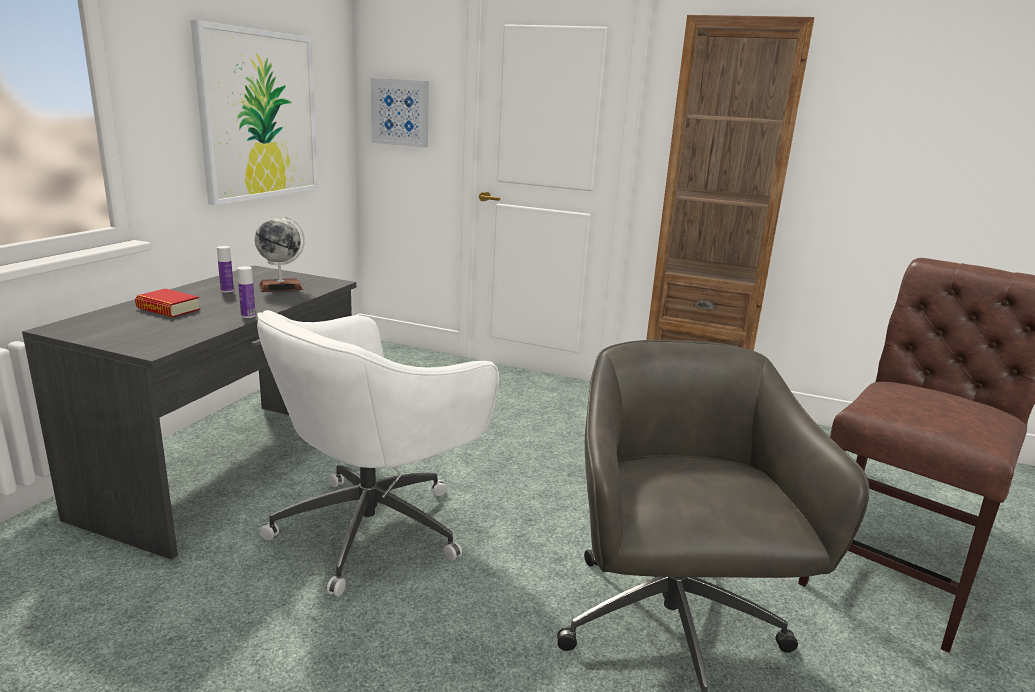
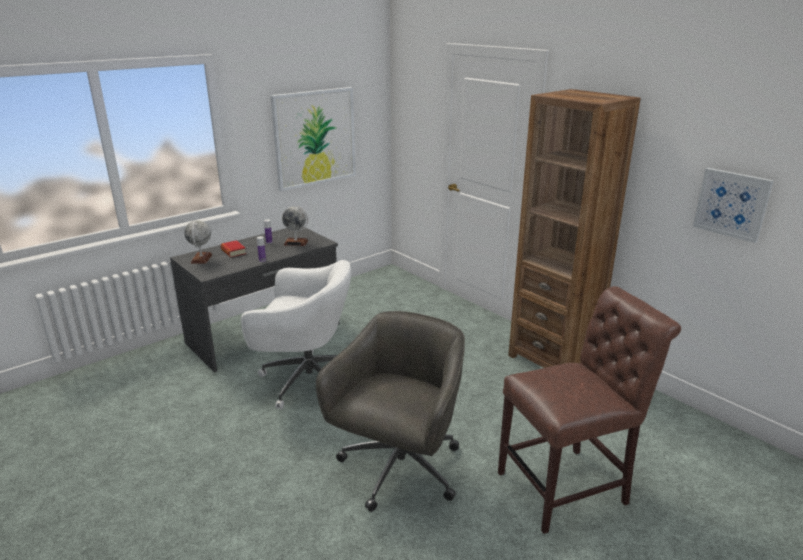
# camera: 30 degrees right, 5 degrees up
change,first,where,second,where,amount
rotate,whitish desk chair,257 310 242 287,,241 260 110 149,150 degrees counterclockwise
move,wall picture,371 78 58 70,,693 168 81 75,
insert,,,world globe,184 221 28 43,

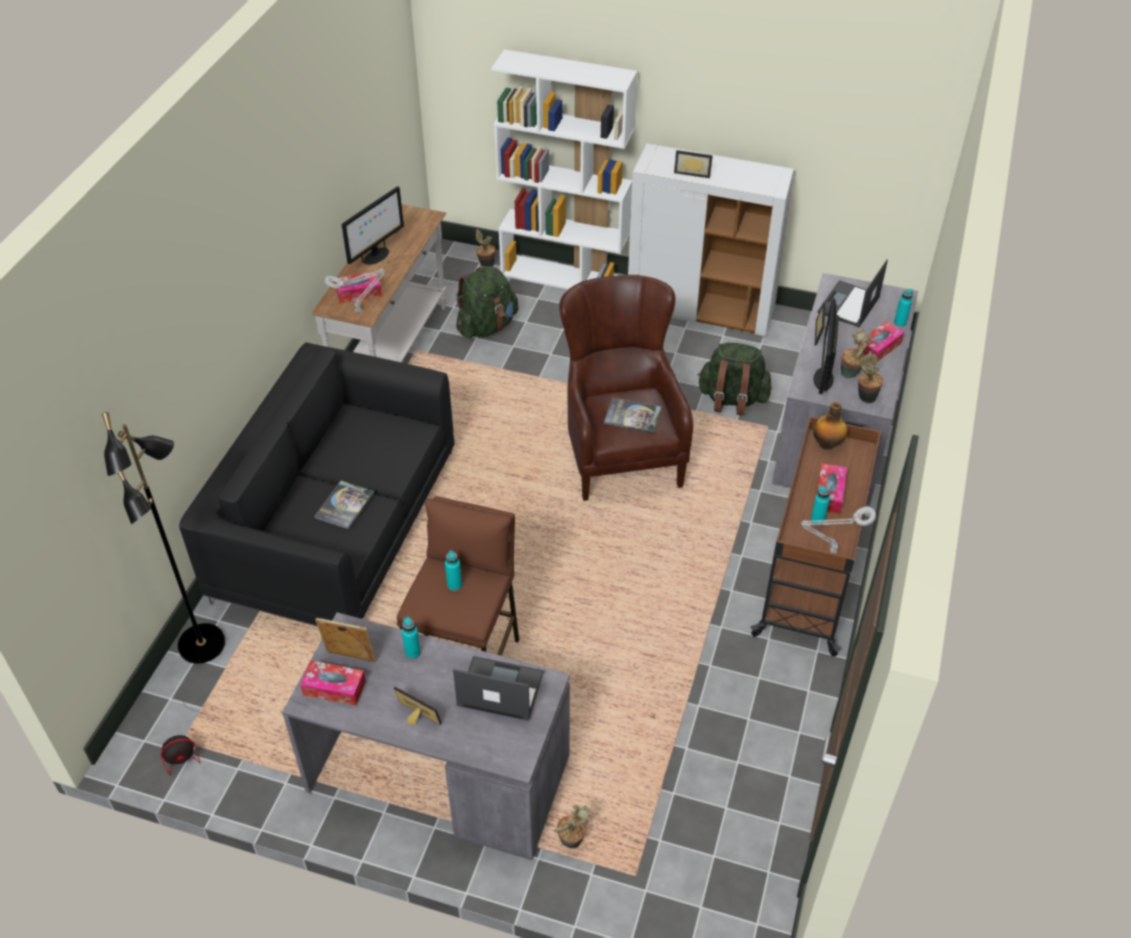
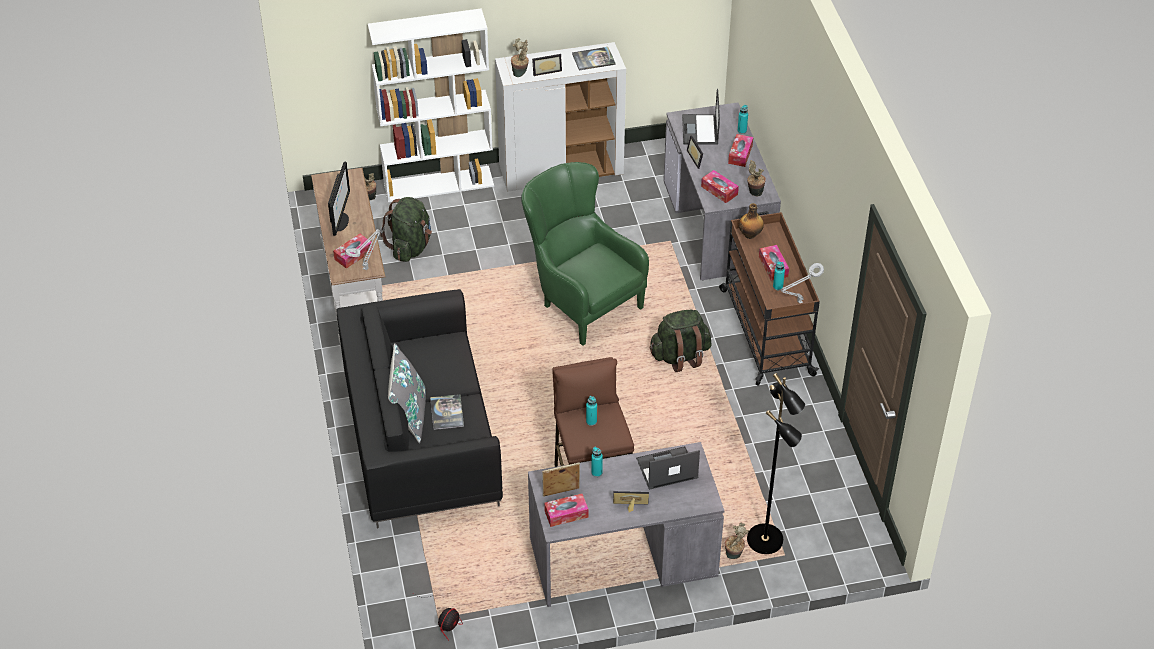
# camera: 30 degrees left, 0 degrees up
change,first,where,second,where,amount
move,blackish standing lamp,102 412 123 252,,747 373 58 181,
recolor,brown-coloured easy chair,559 275 134 226,green easy chair,521 162 128 184,
move,volume,604 398 57 36,,572 47 44 23,
move,green rucksack,697 343 75 73,,649 310 63 62,
replace,monitor,814 298 25 96,tissue box,701 170 38 33,
move,plant in a pot,841 328 31 50,,511 38 18 39,
insert,,,greyish cushion,388 343 38 100,

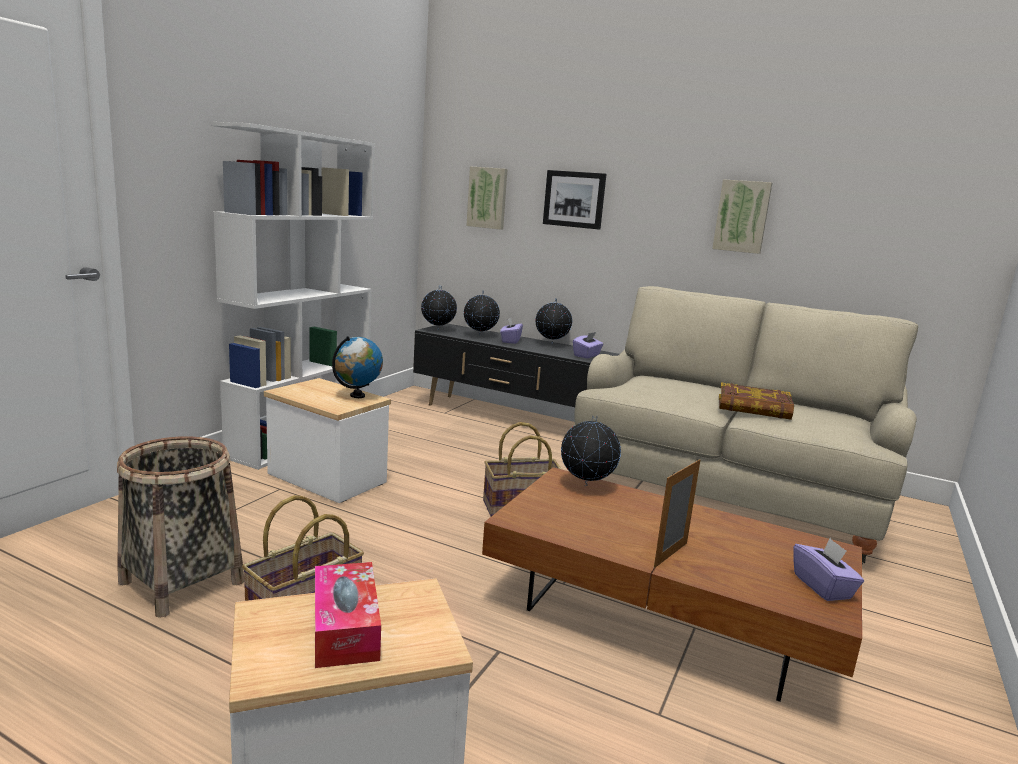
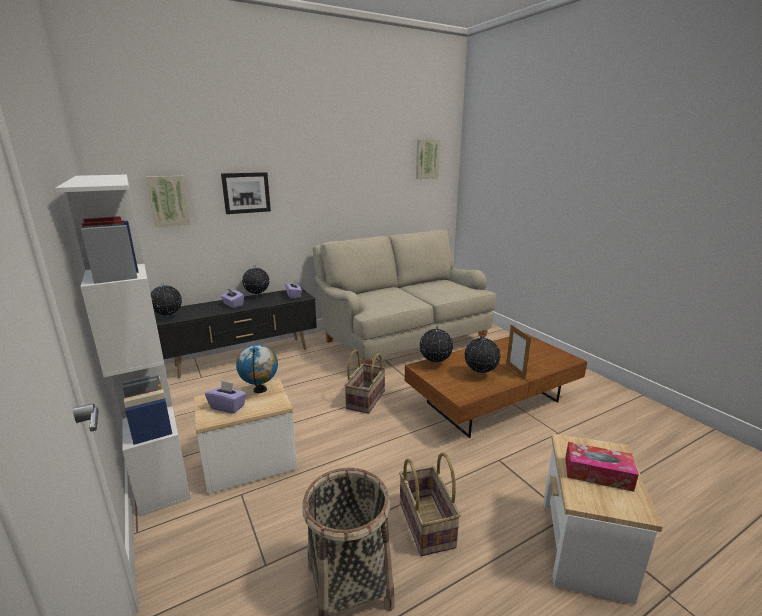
# camera: 55 degrees left, 5 degrees up
change,first,where,second,where,amount
move,world globe,464 291 36 45,,465 335 36 41,
move,wall picture,712 179 60 75,,416 140 24 39,
delete,volume,719 382 75 38,,,
move,purplish tissue box,793 538 71 63,,205 381 42 33,

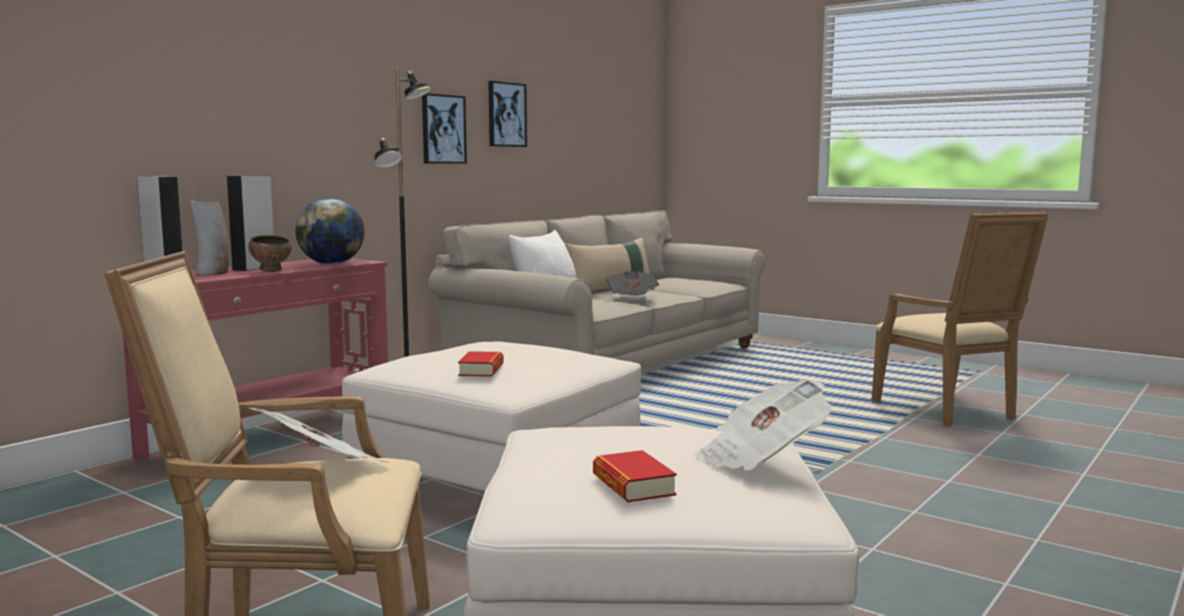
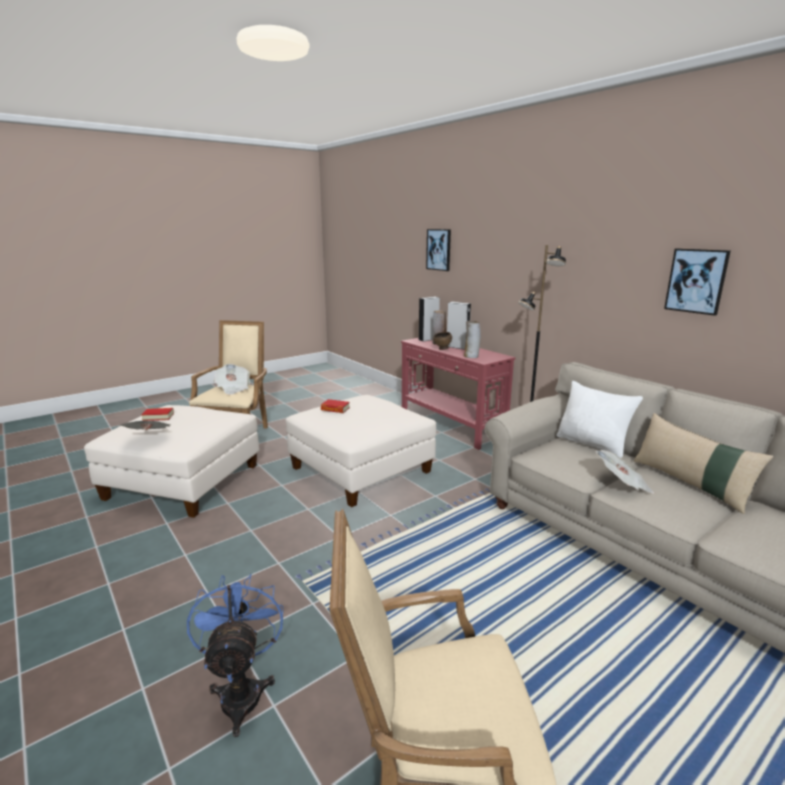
# camera: 105 degrees right, 10 degrees up
change,first,where,second,where,amount
replace,world globe,296 198 69 66,vase,464 321 17 37,
move,wall picture,422 93 45 71,,426 229 25 42,
insert,,,blue electric fan,187 574 96 163,

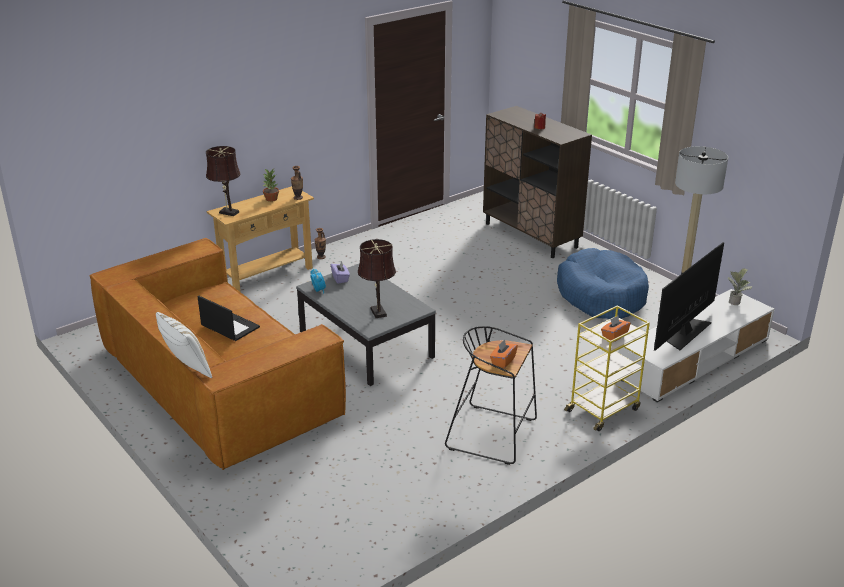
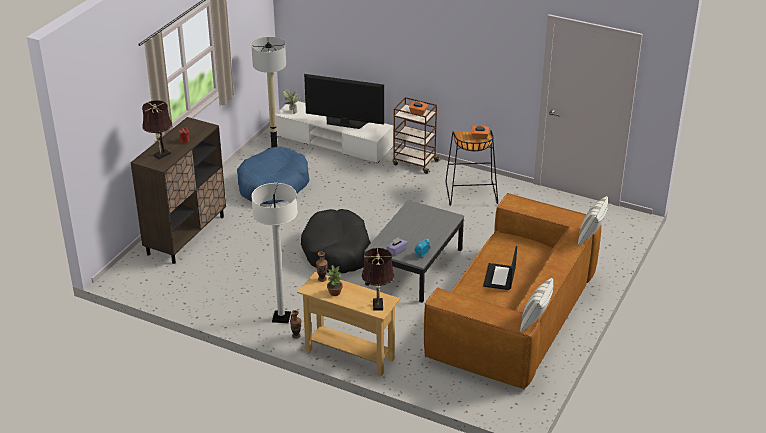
# camera: 115 degrees left, 5 degrees up
change,first,where,second,where,amount
move,brown-coloured table lamp,358 239 38 79,,142 100 30 59,
recolor,yellow trolley,564 305 86 126,brown-coloured trolley,392 97 49 77,
insert,,,whitish standing lamp,251 183 47 140,
insert,,,blackish dog cushion,301 209 70 64,
insert,,,whitish cushion,520 278 33 55,

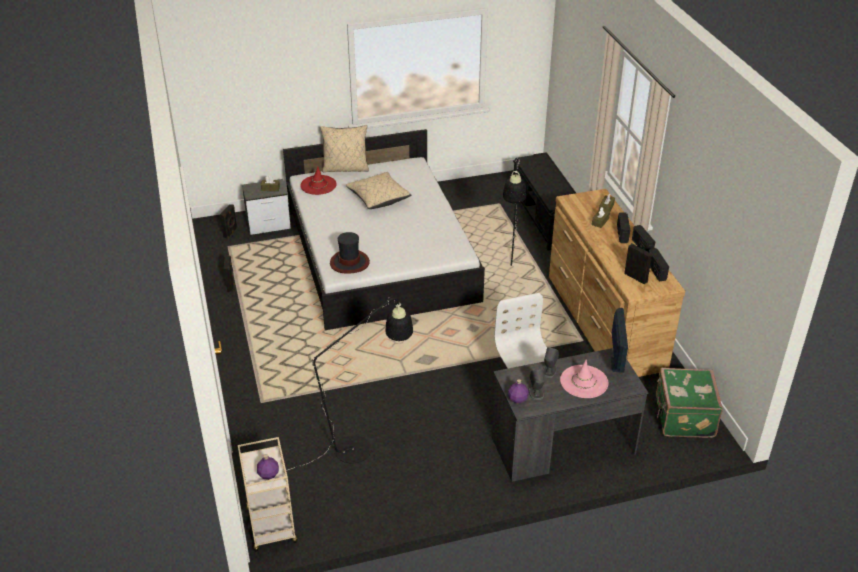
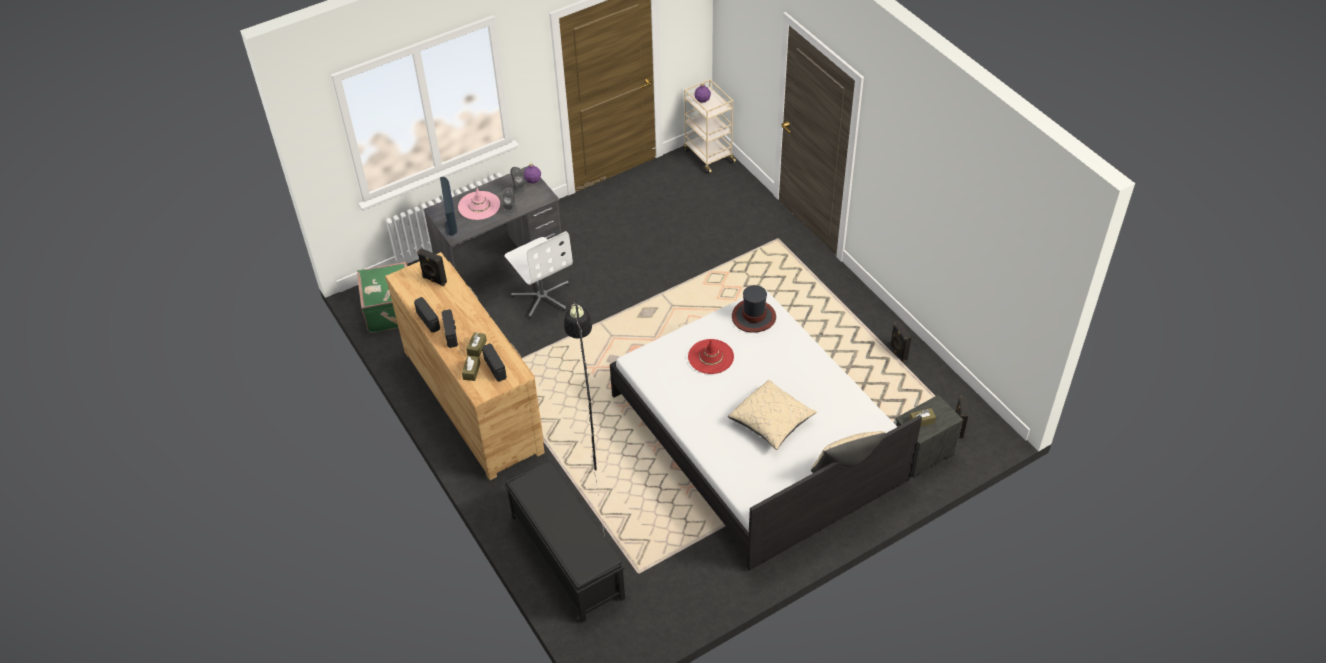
# camera: 165 degrees right, 10 degrees up
change,first,where,second,where,amount
delete,blackish standing lamp,286 296 127 175,,,
move,red-coloured wearable hat,300 166 37 29,,688 339 46 35,
move,radio receiver,649 248 20 33,,482 343 25 39,

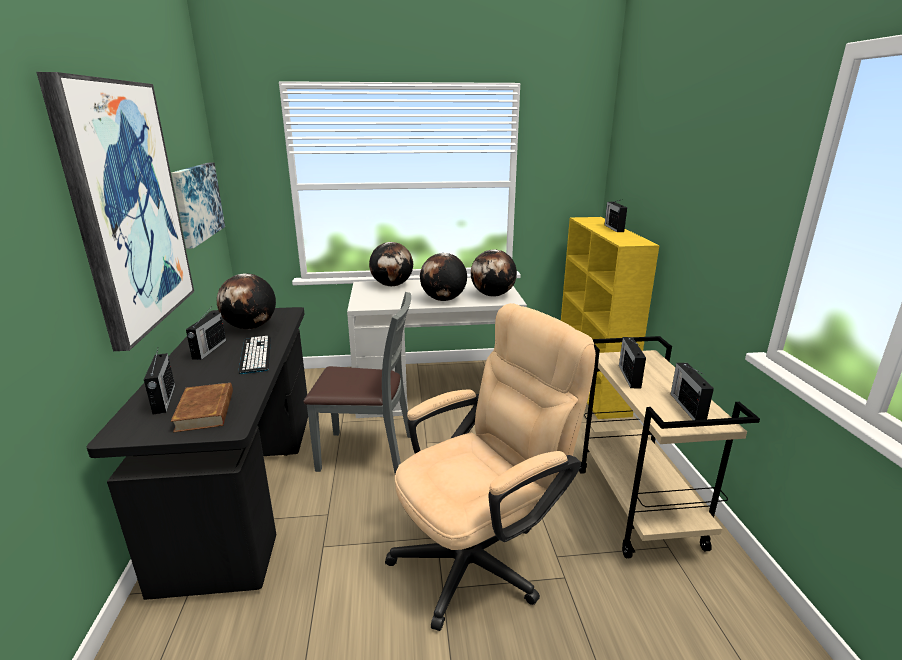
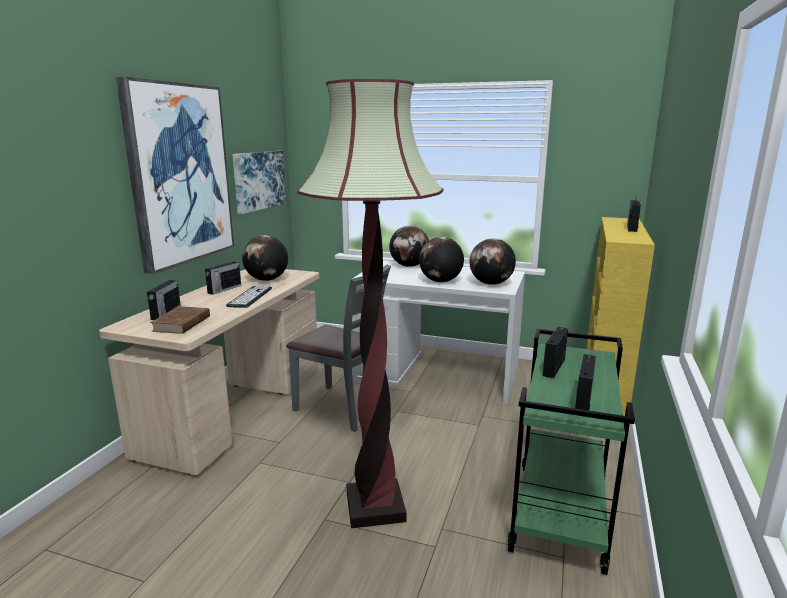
# camera: 25 degrees right, 5 degrees down
change,first,where,second,where,amount
recolor,blackish desk table,87 307 221 293,beige desk table,99 269 220 206,
replace,beige desk chair,385 303 211 328,standing lamp,297 79 146 449,
recolor,beige trolley,579 336 181 222,green trolley,508 329 127 246,

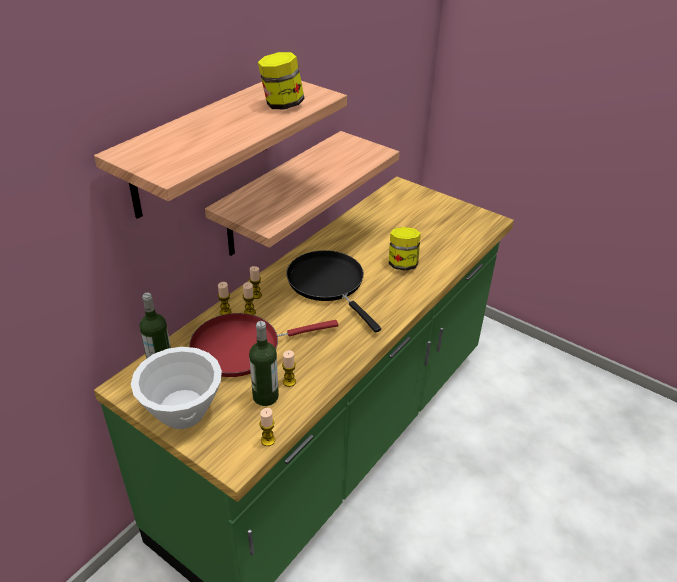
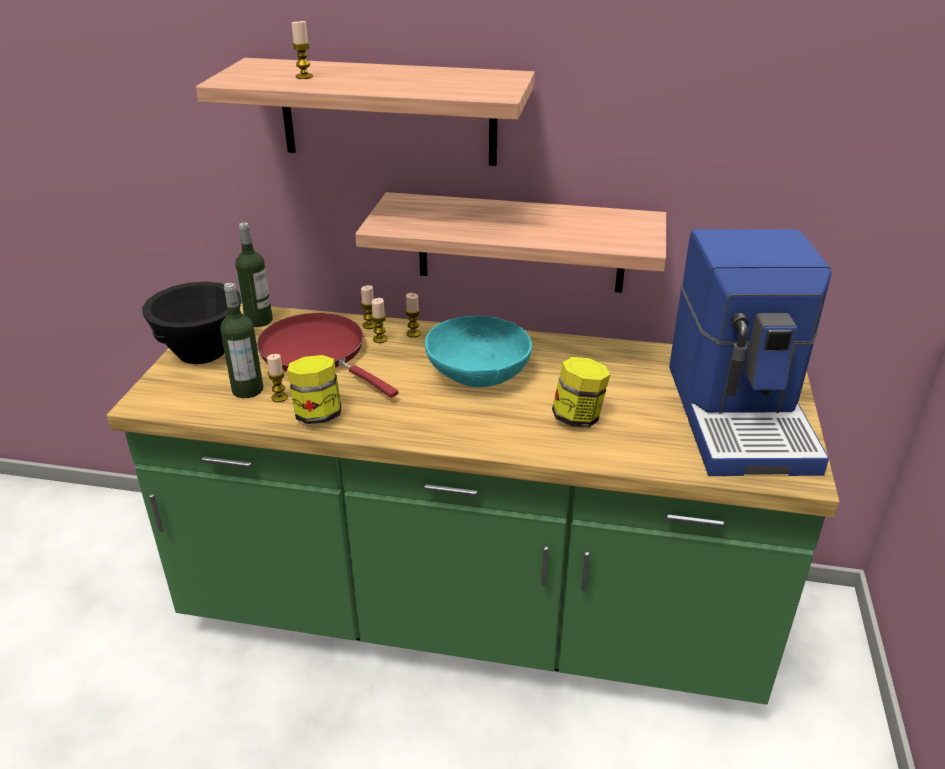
# camera: 65 degrees right, 5 degrees down
change,first,where,second,where,amount
recolor,whitish bowl,131 347 91 82,blackish bowl,142 282 99 82,
move,preserve jar,258 52 47 57,,287 355 55 69,
move,wax candle,259 408 16 38,,291 20 22 59,
replace,blackish frying pan,286 250 95 83,turquoise bowl,425 315 107 72,
insert,,,coffee machine,669 229 163 247,

